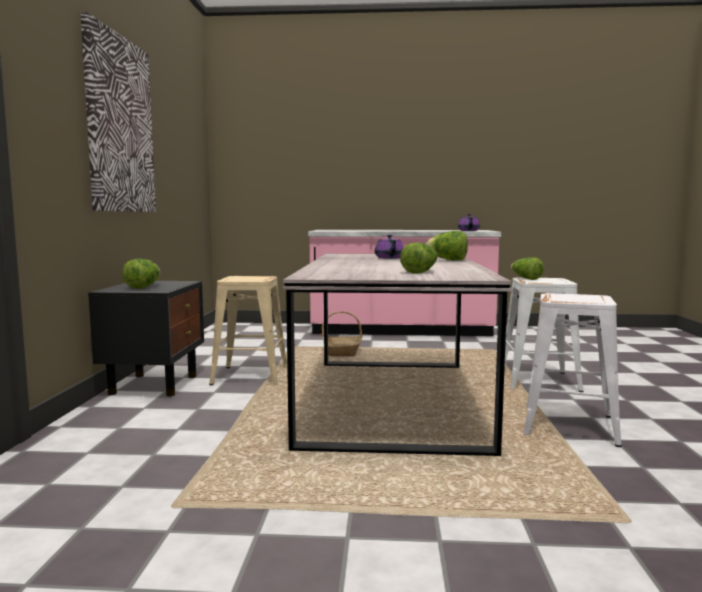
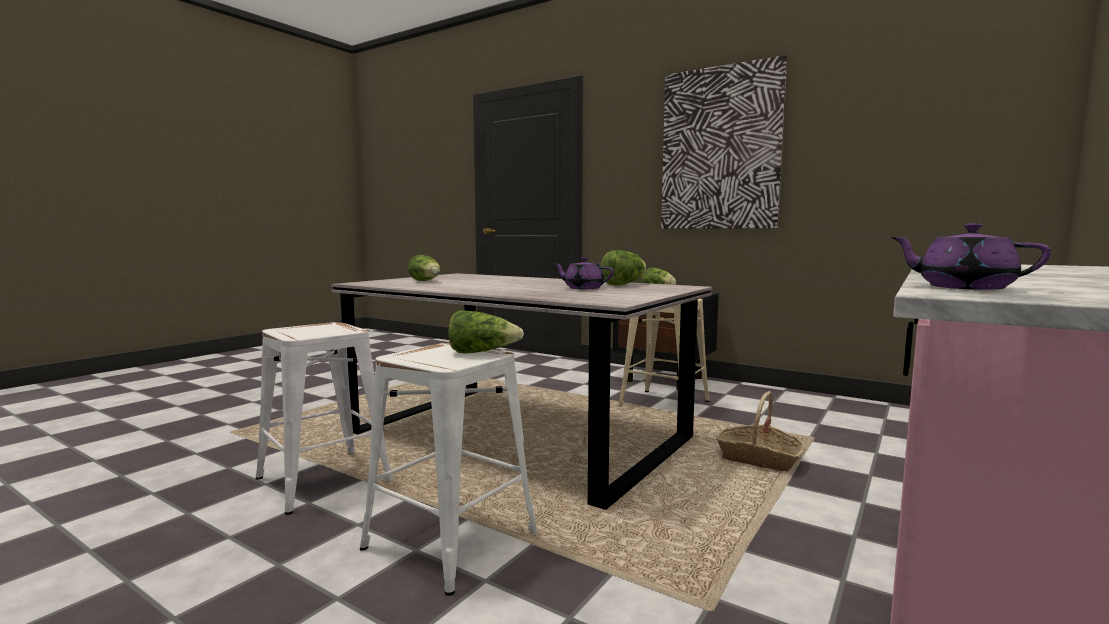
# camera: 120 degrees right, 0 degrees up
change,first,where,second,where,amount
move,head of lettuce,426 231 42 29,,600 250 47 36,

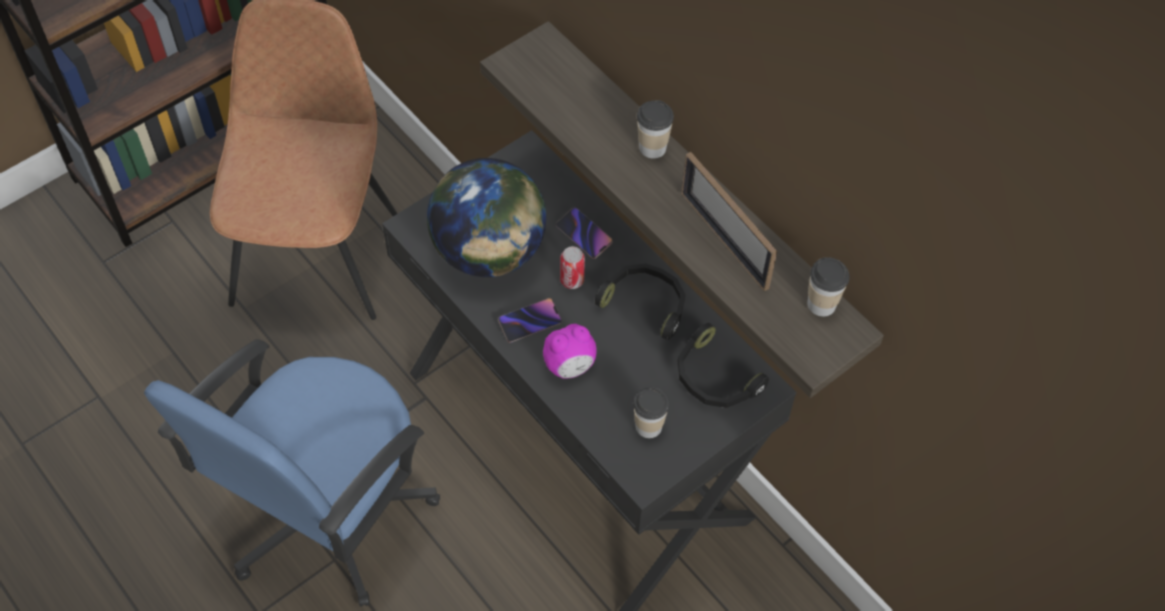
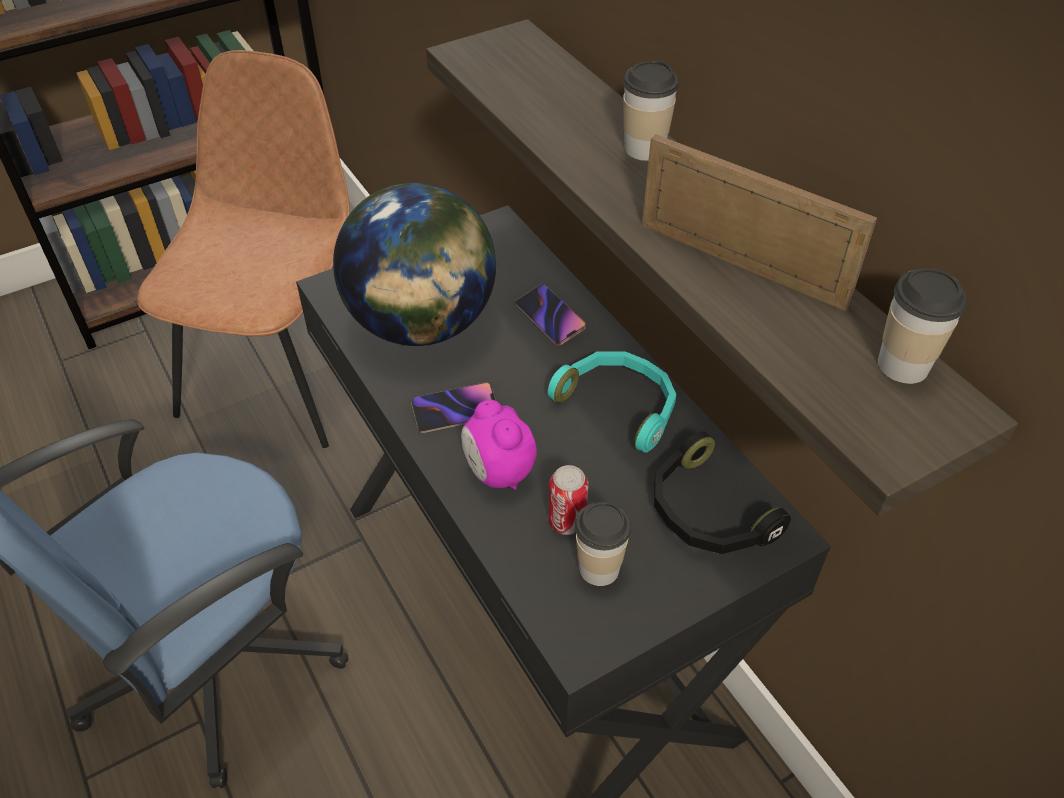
# camera: 10 degrees right, 10 degrees down
change,first,where,second,where,amount
rotate,table clock,543 324 54 54,,461 400 76 90,75 degrees clockwise
move,sealed can,560 246 25 43,,548 465 41 70,
recolor,blackish headphones,595 263 91 77,turquoise headphones,548 351 128 102,
rotate,photo frame,681 152 96 139,,642 134 235 177,150 degrees clockwise

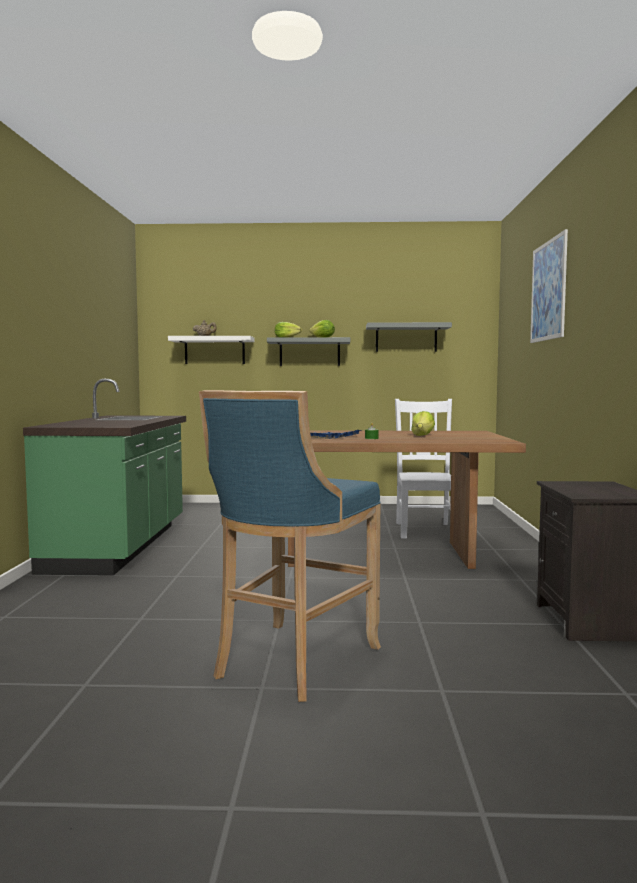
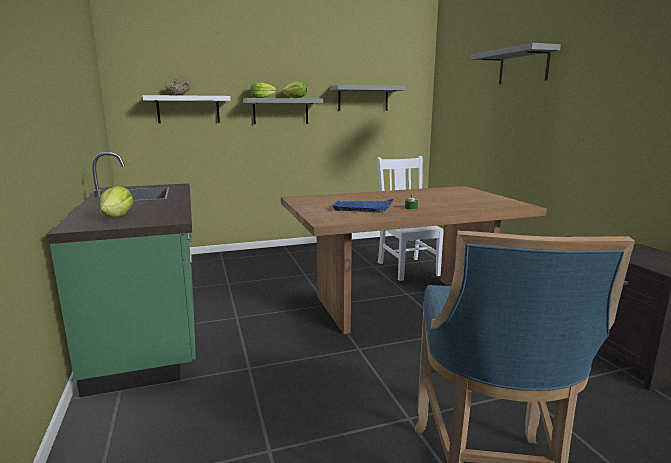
# camera: 20 degrees left, 10 degrees up
change,first,where,second,where,amount
move,head of lettuce,411 411 24 25,,100 186 34 32,
replace,wall picture,530 229 38 114,greyish bracket shelf,470 43 91 41,

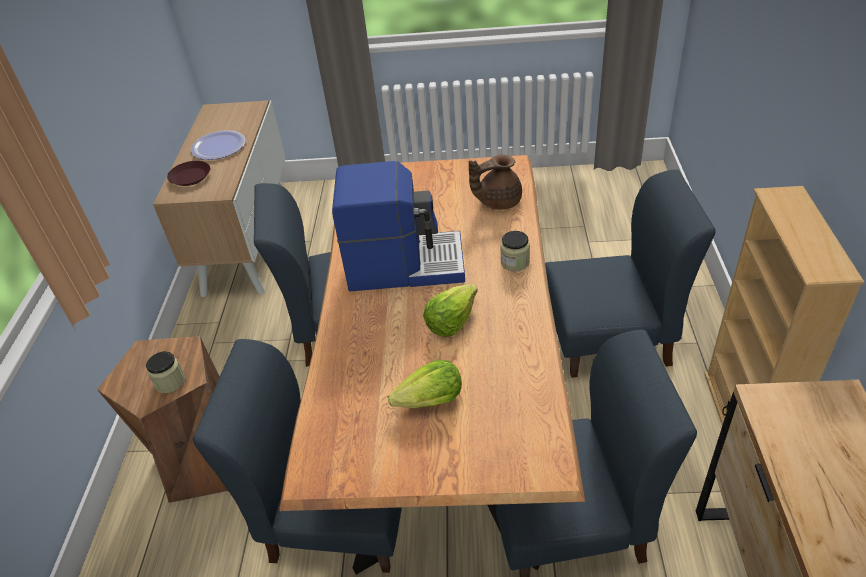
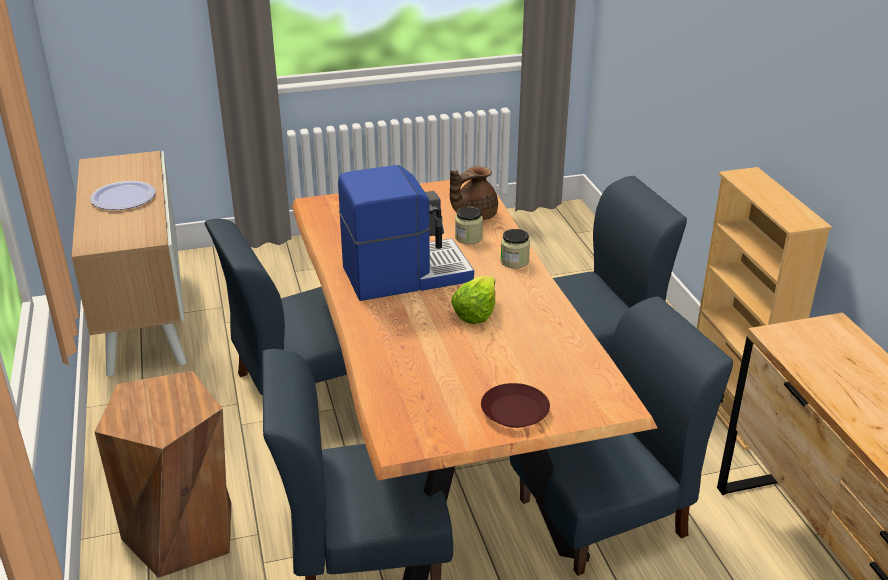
# camera: 20 degrees left, 10 degrees down
change,first,where,second,where,amount
move,preserve jar,146 351 39 42,,455 206 28 38,
move,brown-coloured dinner plate,167 161 43 25,,481 383 69 45,
delete,head of lettuce,388 360 74 48,,,

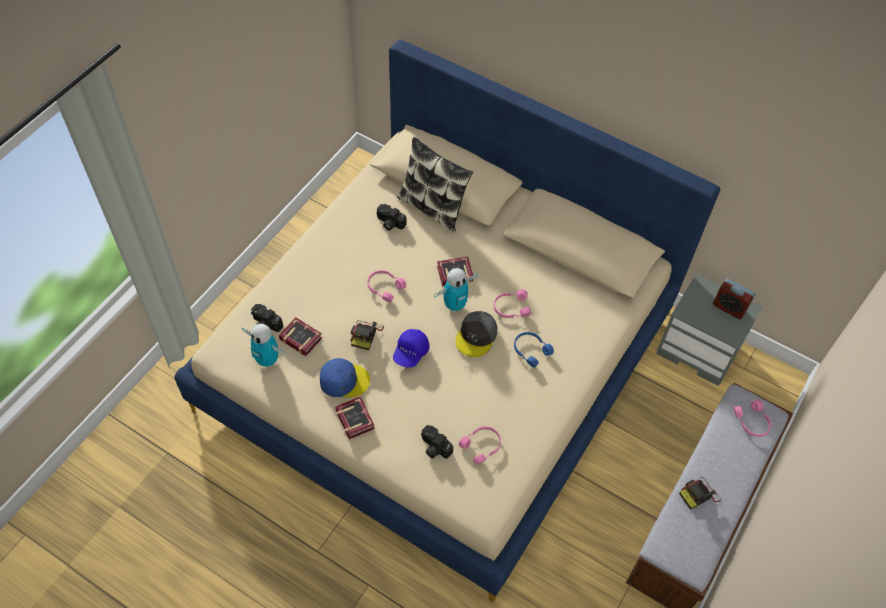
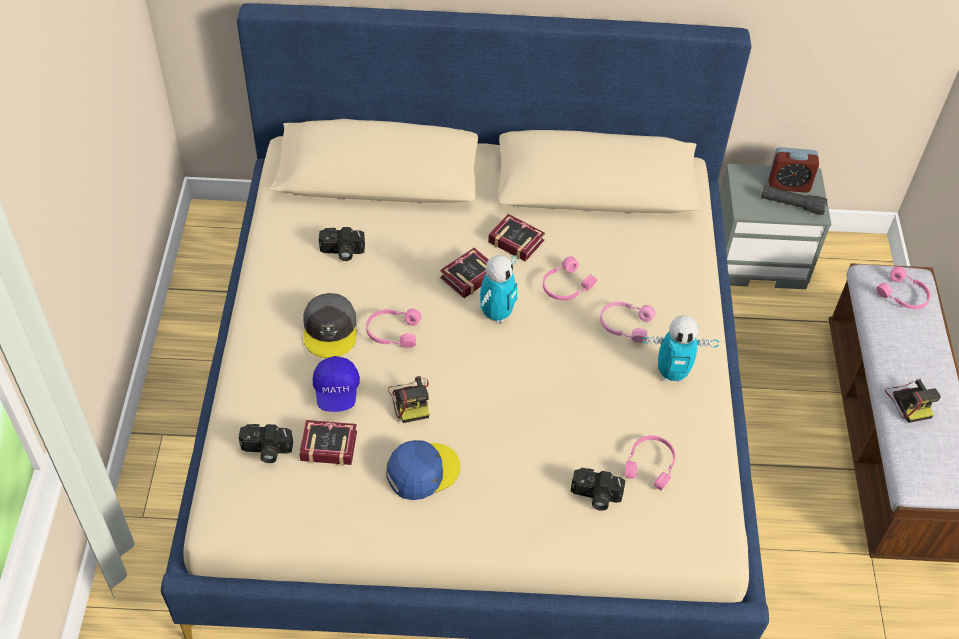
# camera: 30 degrees left, 5 degrees down
change,first,where,second,where,amount
move,toy robot,242 324 43 44,,643 315 76 67,
move,volume,335 396 40 43,,488 214 57 48,
move,blue peaked cap,393 329 37 39,,313 356 47 56,
delete,cushion,397 137 76 96,,,
move,greyish peaked cap,455 311 43 46,,303 293 53 65,
recolor,blue headphones,514 332 40 36,pink headphones,600 302 56 41,
rotate,photo camera,679 477 42 32,,885 379 56 44,45 degrees counterclockwise
insert,,,blackish torch,761 185 67 30,

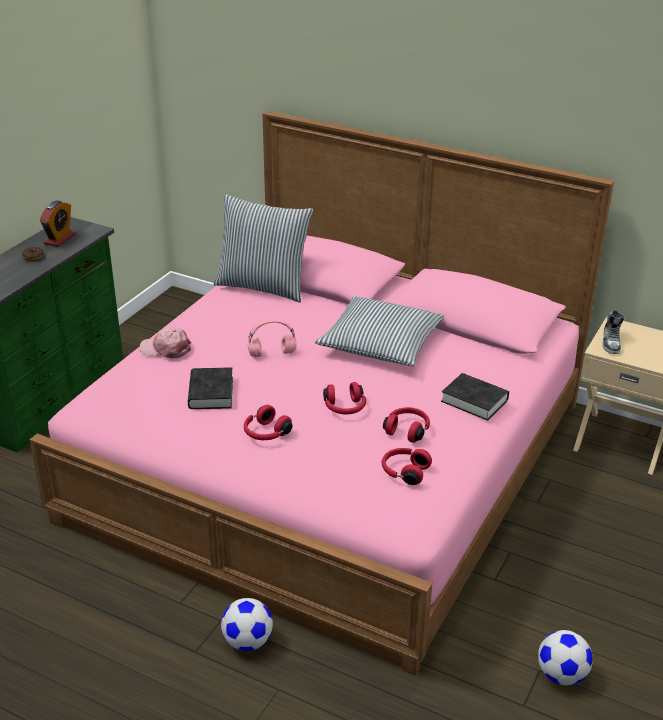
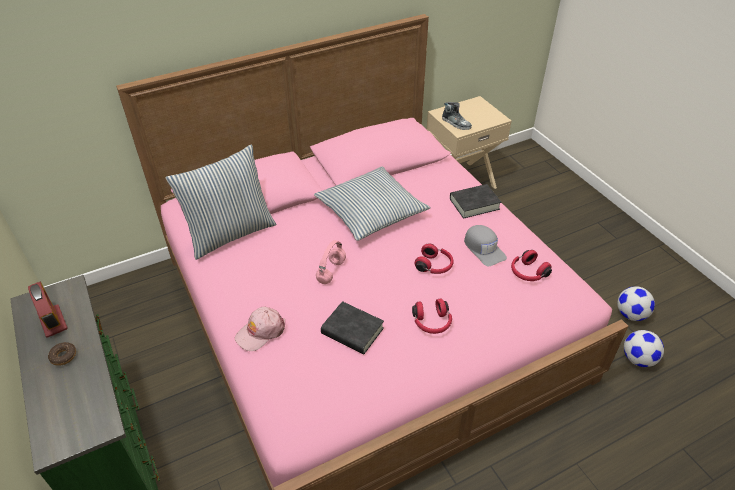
# camera: 55 degrees left, 10 degrees up
change,first,where,second,where,amount
move,football,221 598 52 53,,624 330 40 37,
replace,red-coloured headphones,383 407 47 36,greyish peaked cap,464 225 43 41,

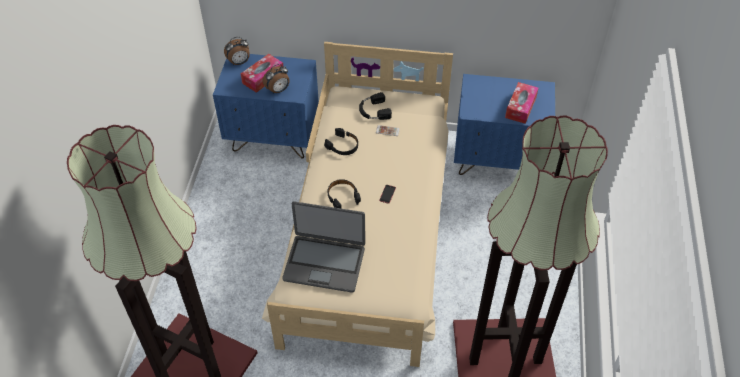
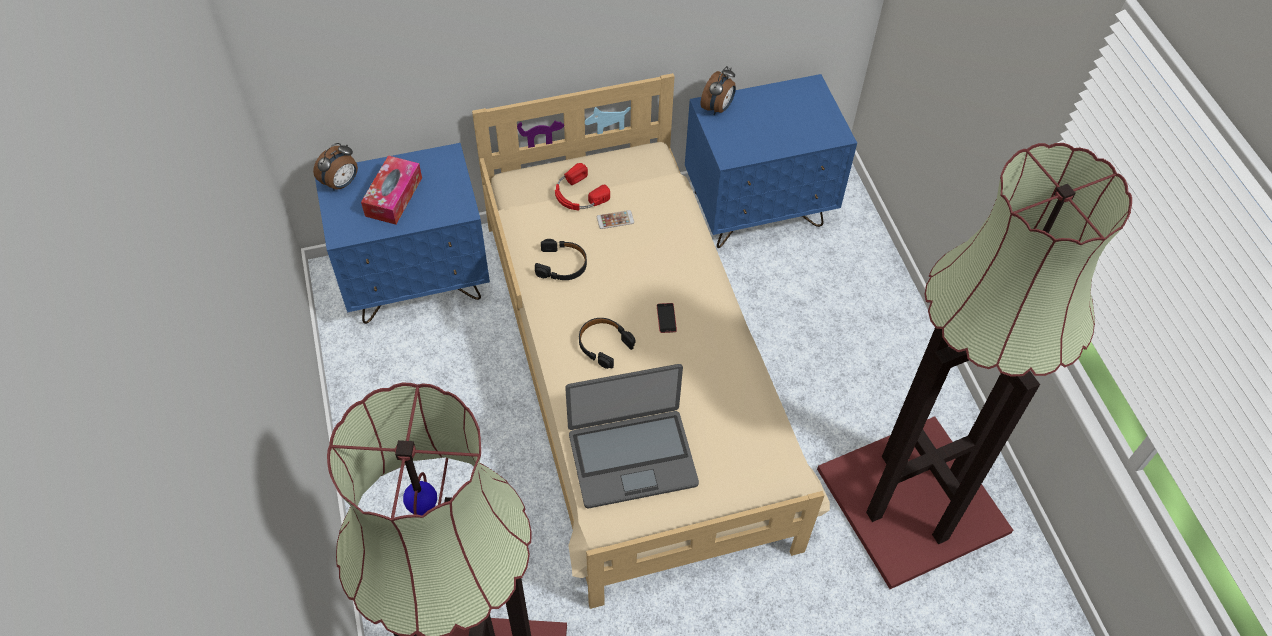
# camera: 25 degrees left, 5 degrees up
change,first,where,second,where,amount
move,table clock,263 64 27 29,,701 66 35 49,
recolor,blackish headphones,359 92 33 28,red-coloured headphones,555 163 55 47,
delete,tissue box,505 82 33 42,,,

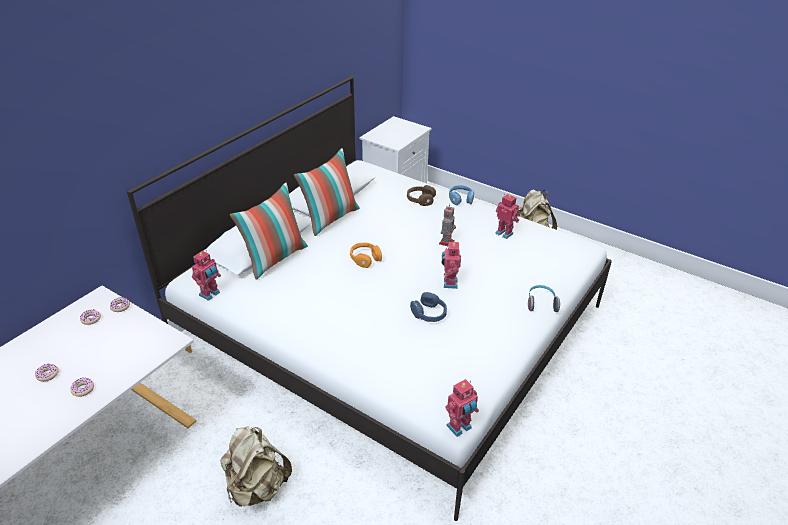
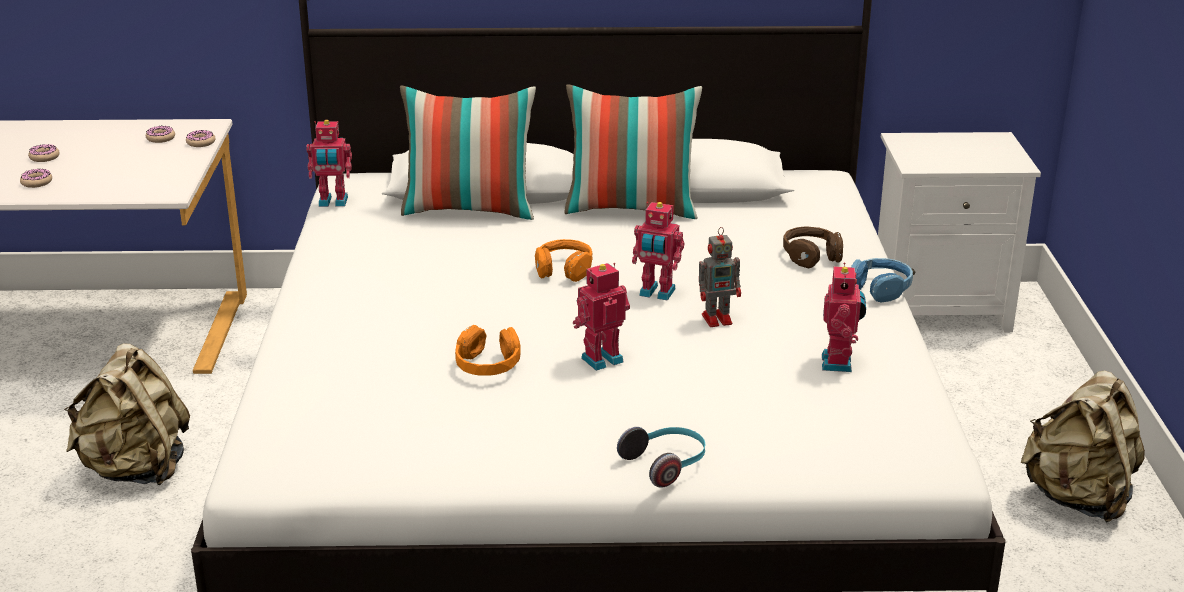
# camera: 55 degrees right, 10 degrees down
change,first,where,second,where,amount
recolor,blue headphones,410 292 37 30,orange headphones,455 325 66 51,
move,toy robot,445 379 34 58,,632 202 52 99,

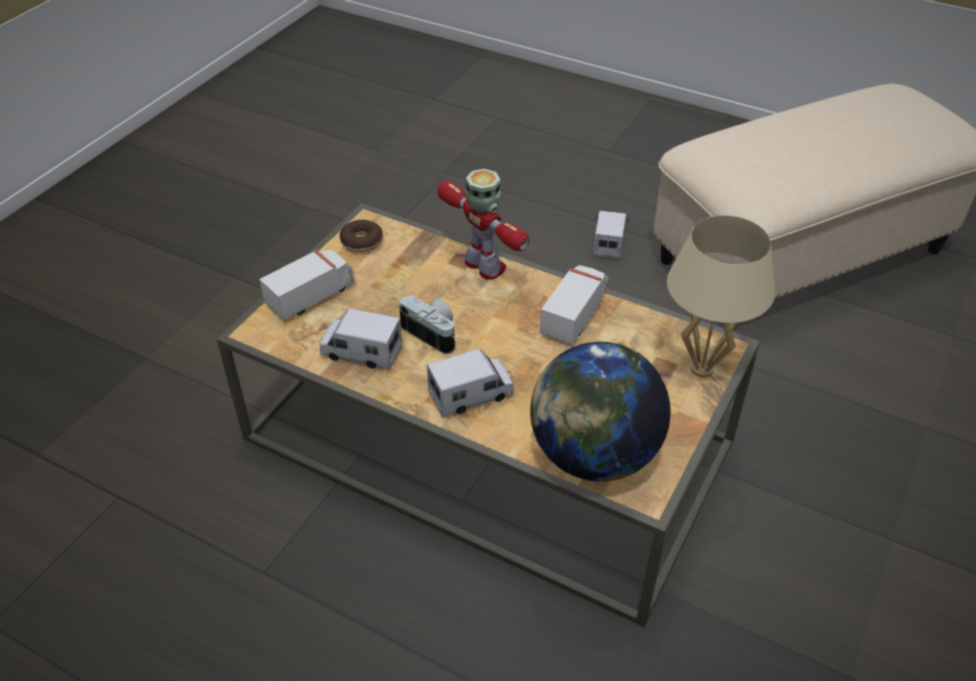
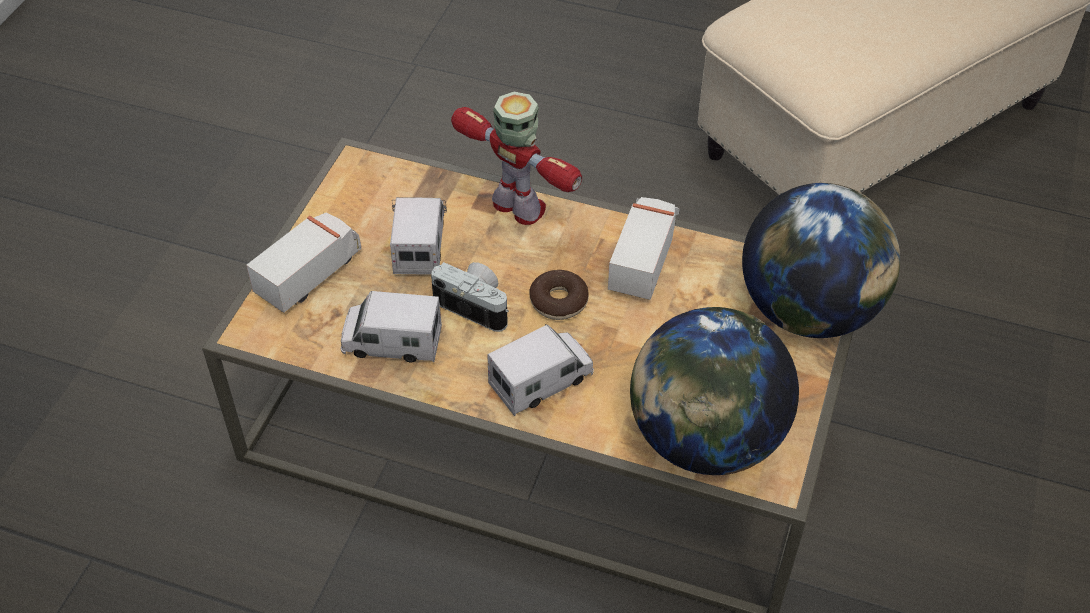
# camera: 10 degrees left, 5 degrees up
change,first,where,second,where,amount
move,ring doughnut,340 220 43 33,,529 270 60 50,
move,toy lorry,593 211 36 47,,390 197 57 78,
replace,beige table lamp,667 215 108 162,world globe,742 183 158 155,

